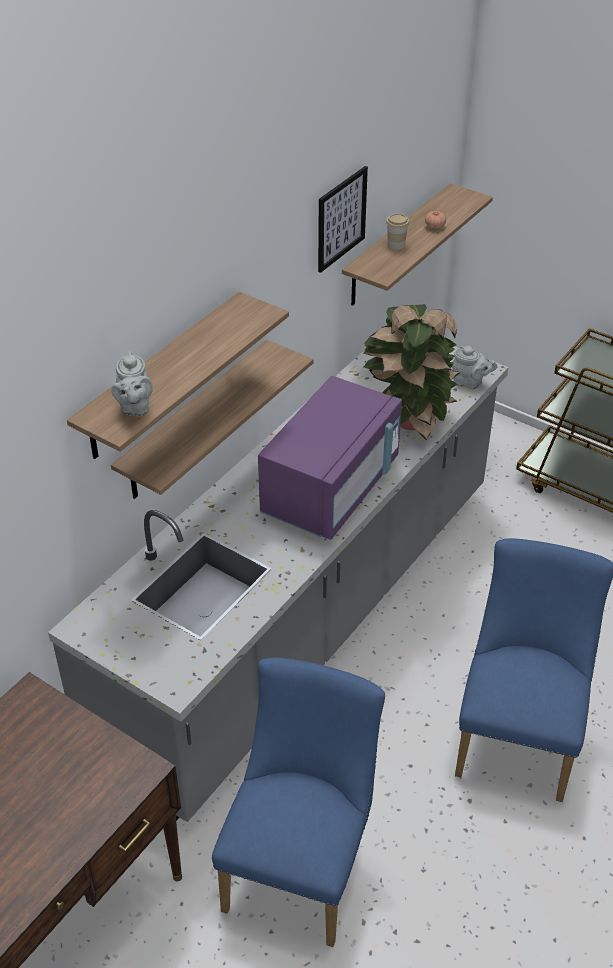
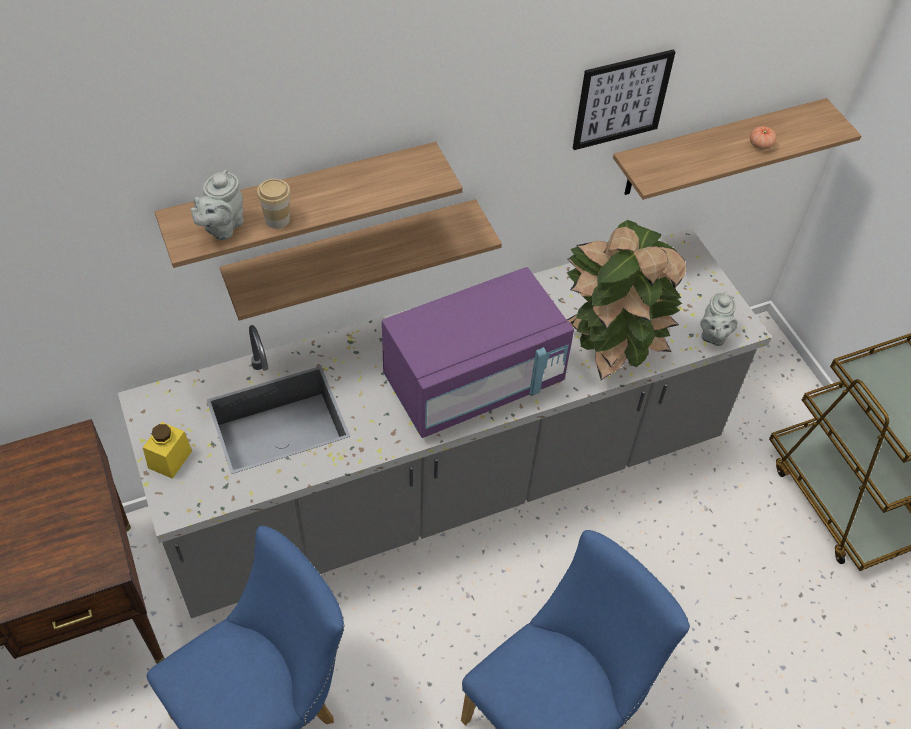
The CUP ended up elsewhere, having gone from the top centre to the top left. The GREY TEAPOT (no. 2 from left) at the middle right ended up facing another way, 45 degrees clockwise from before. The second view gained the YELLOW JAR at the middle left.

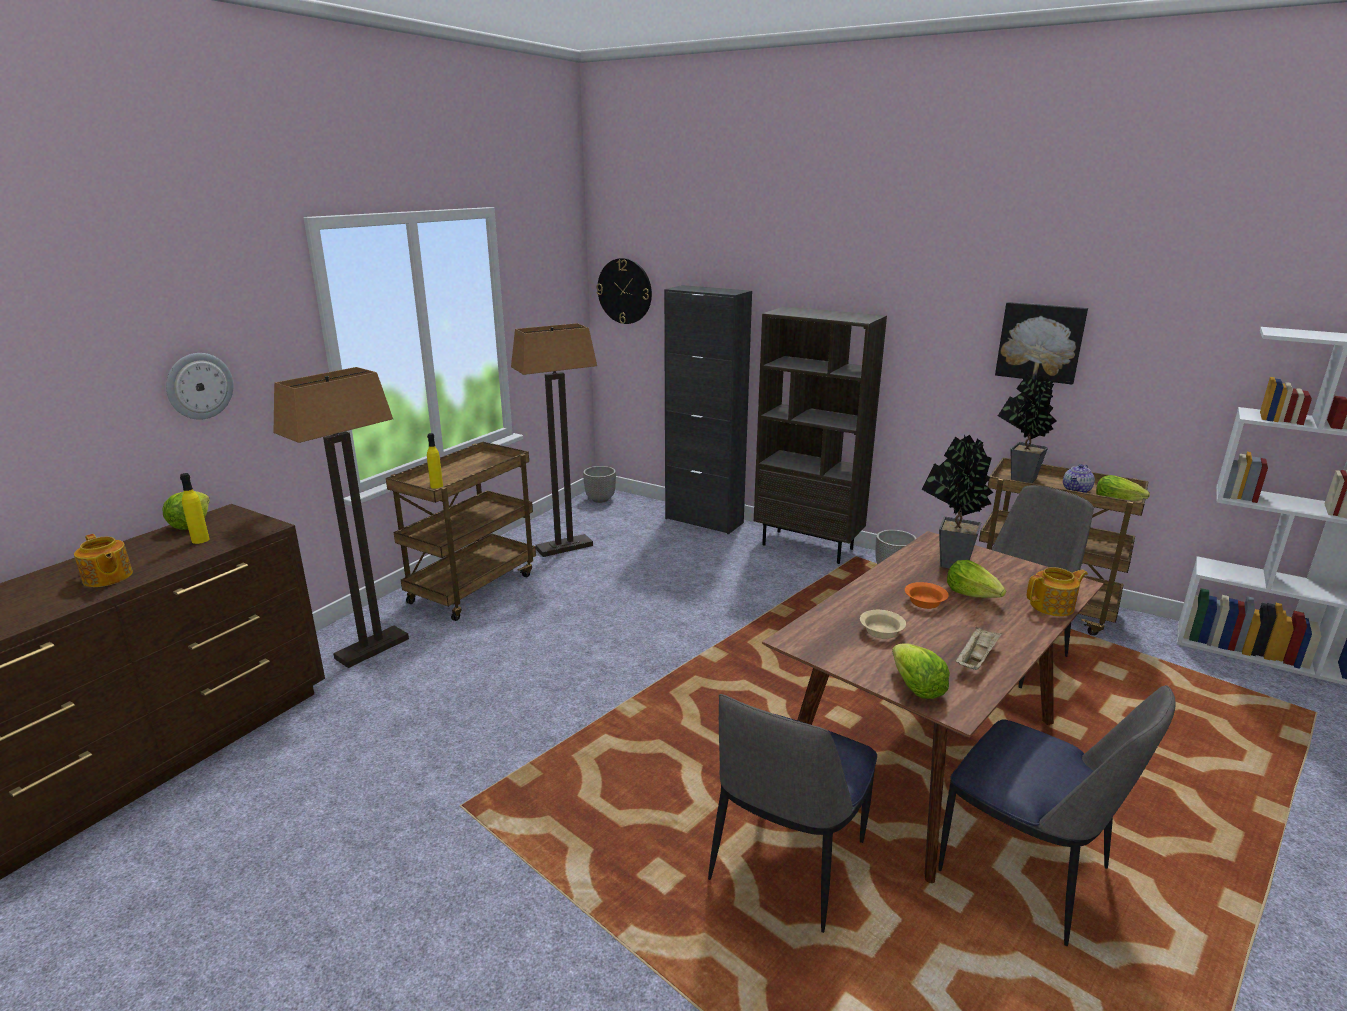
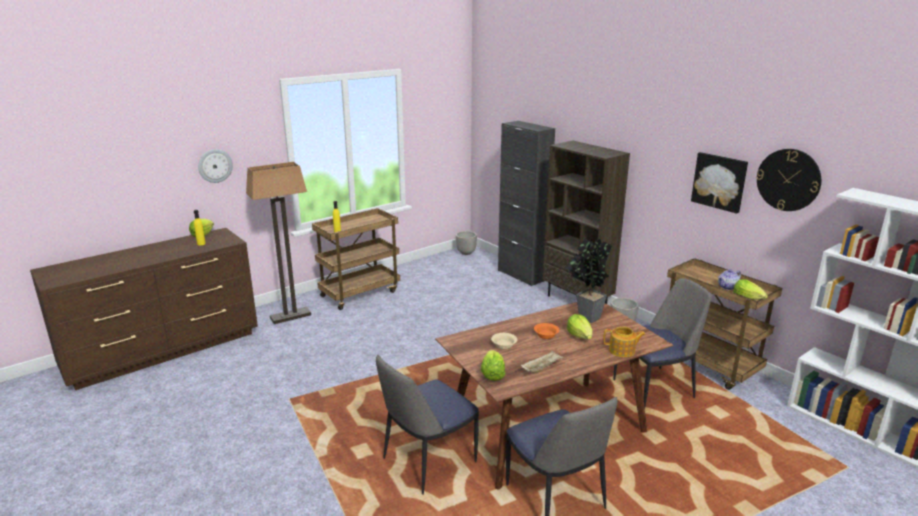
The second view lost the TEAPOT (no. 1 from left) at the middle left. The second view lost the FLOOR LAMP (no. 2 from left) at the centre. The WALL CLOCK (no. 2 from left) ended up elsewhere, having gone from the top centre to the middle right. The second view lost the POTTED PLANT (no. 2 from left) at the middle right.

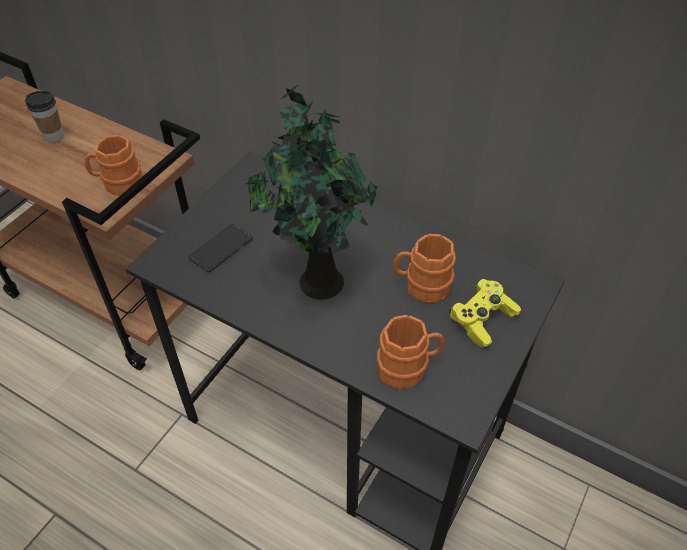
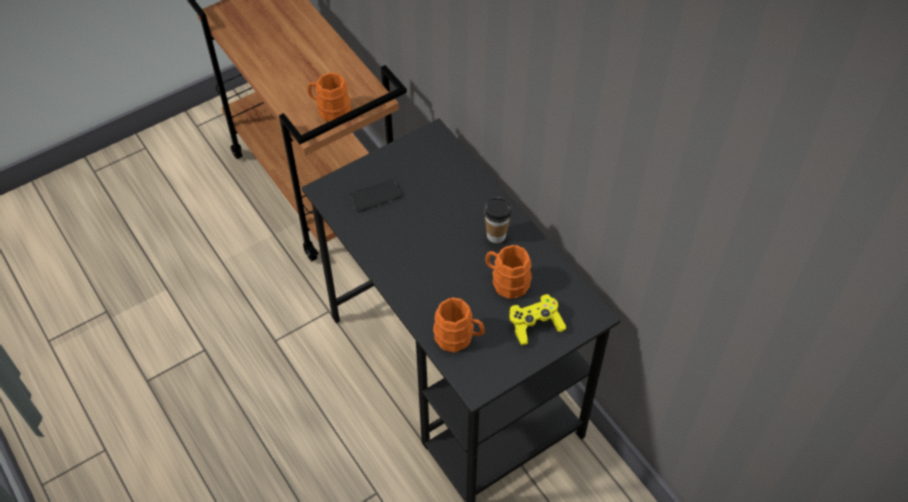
The CUP ended up elsewhere, having gone from the top left to the centre. The second view lost the POTTED PLANT at the centre.

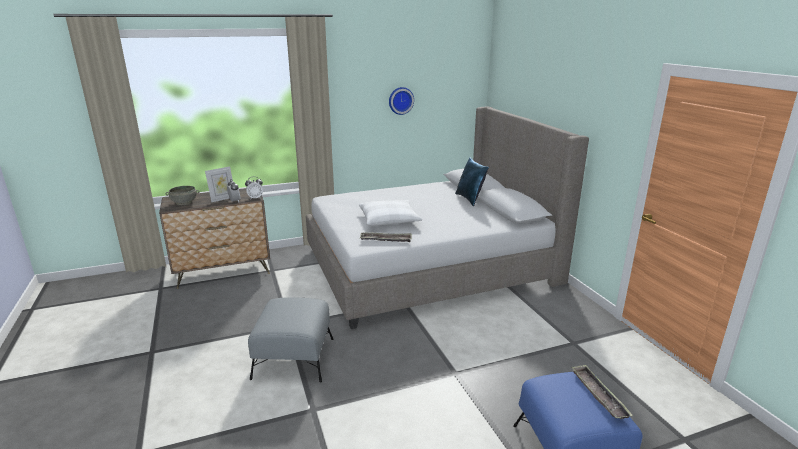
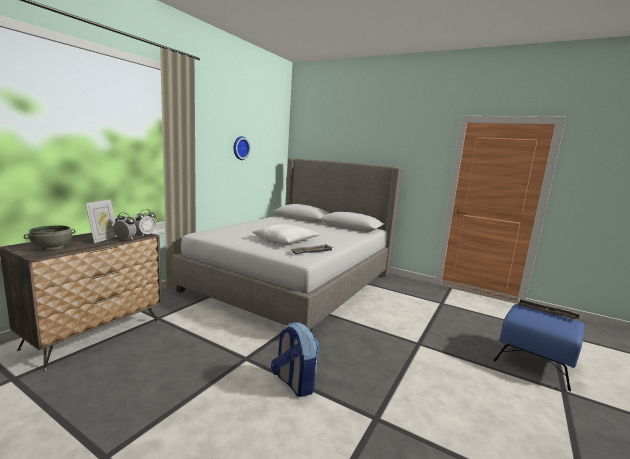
Where the GREY OTTOMAN stood at the bottom centre, the BACKPACK came to stand at the bottom centre. The second view lost the BLUE PILLOW at the centre.

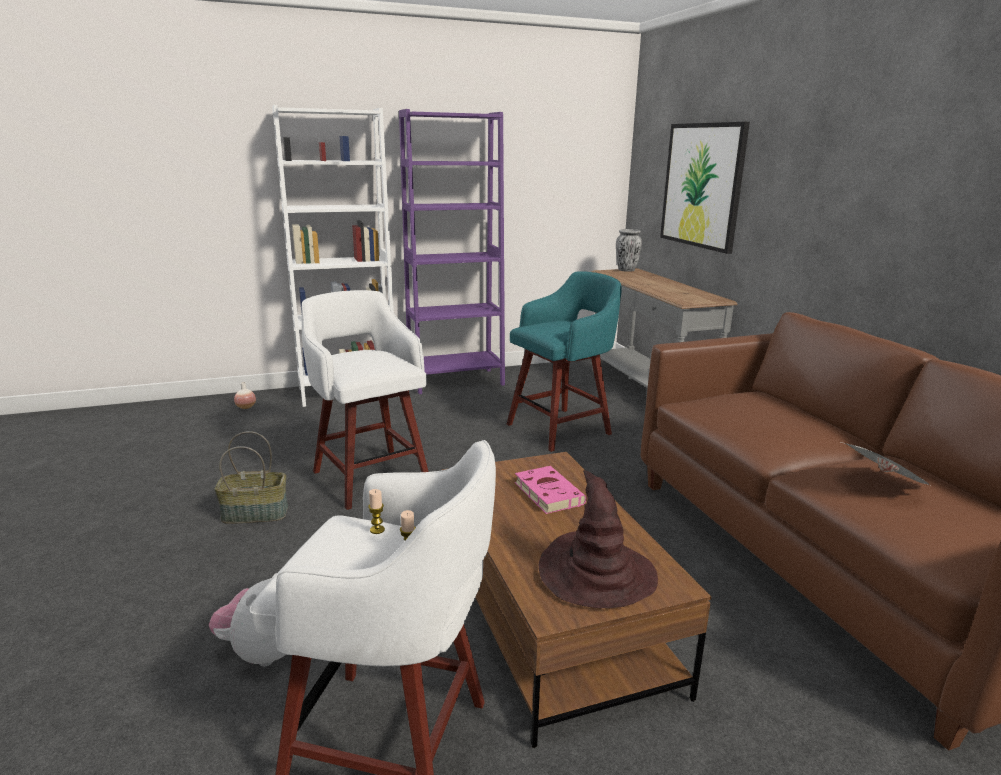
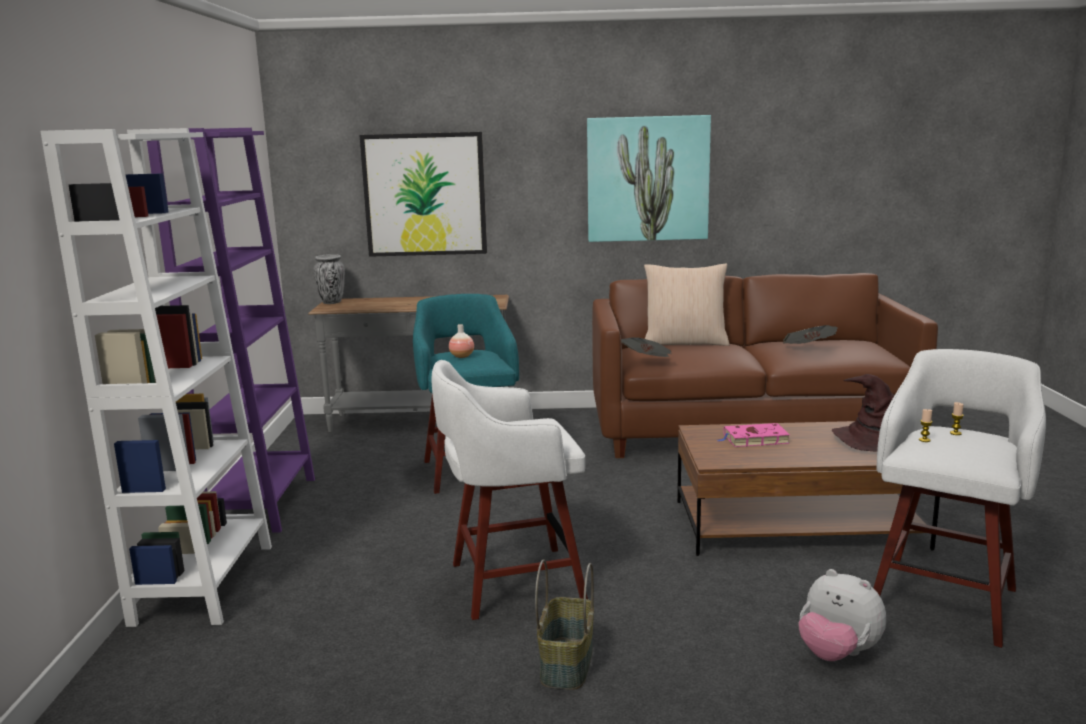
The VASE (no. 1 from left in the first image) ended up elsewhere, having gone from the middle left to the centre. The second view gained the PICTURE (no. 2 from left) at the top centre. The second view gained the NEWSPAPER (no. 1 from left) at the centre. The second view gained the BEIGE PILLOW at the centre.

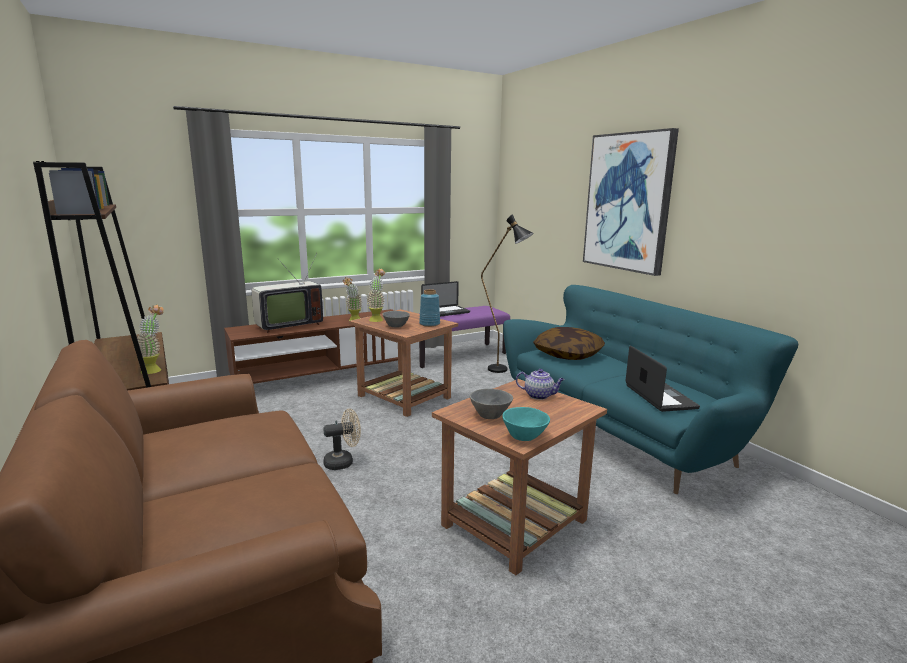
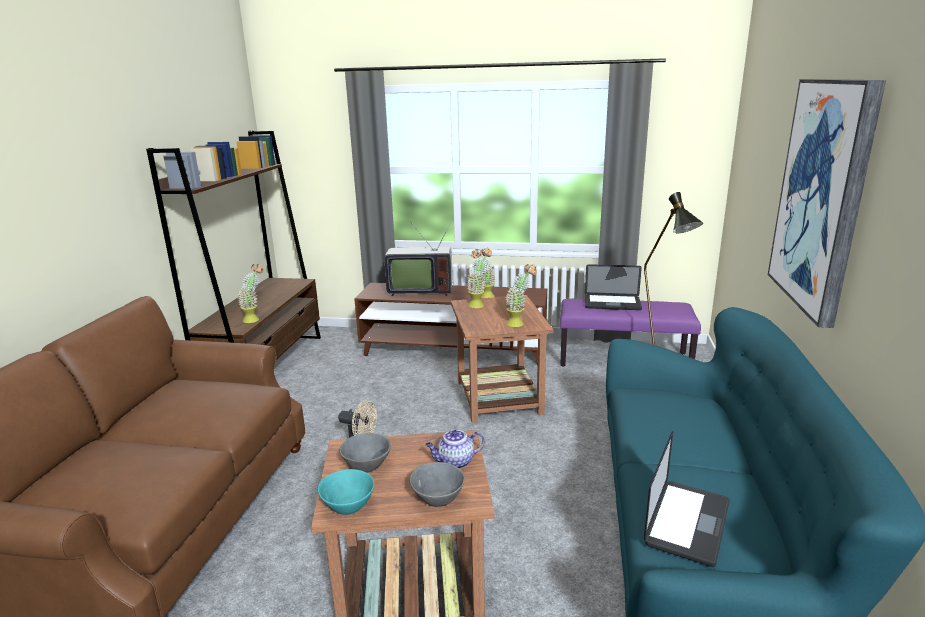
The GREY BOWL (no. 1 from left in the first image) ended up elsewhere, having gone from the centre to the bottom centre. Where the BLUE VASE stood at the centre, the POTTED PLANT (no. 4 from left) came to stand at the centre. The TEAPOT at the centre ended up facing another way, 105 degrees clockwise from before. The second view lost the PILLOW at the centre.

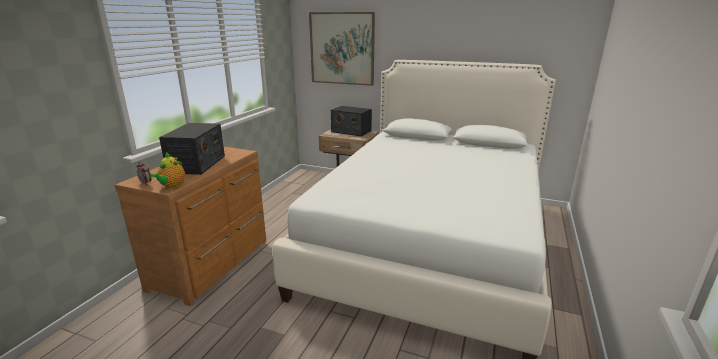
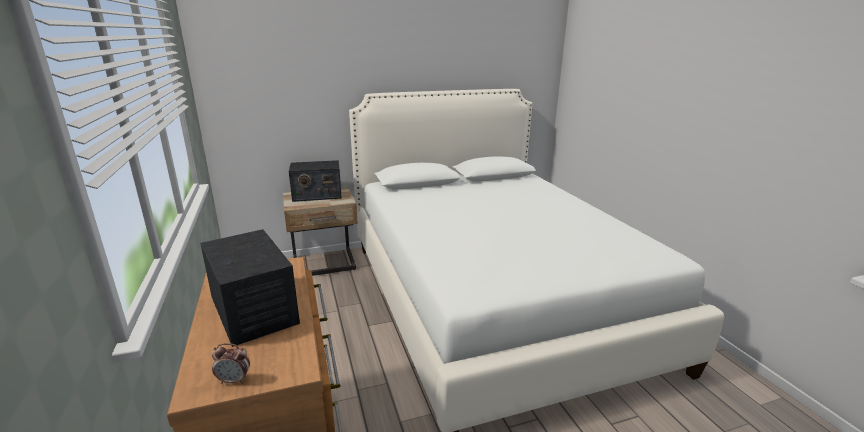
The second view lost the TEAPOT at the middle left. The second view lost the PICTURE at the top centre.

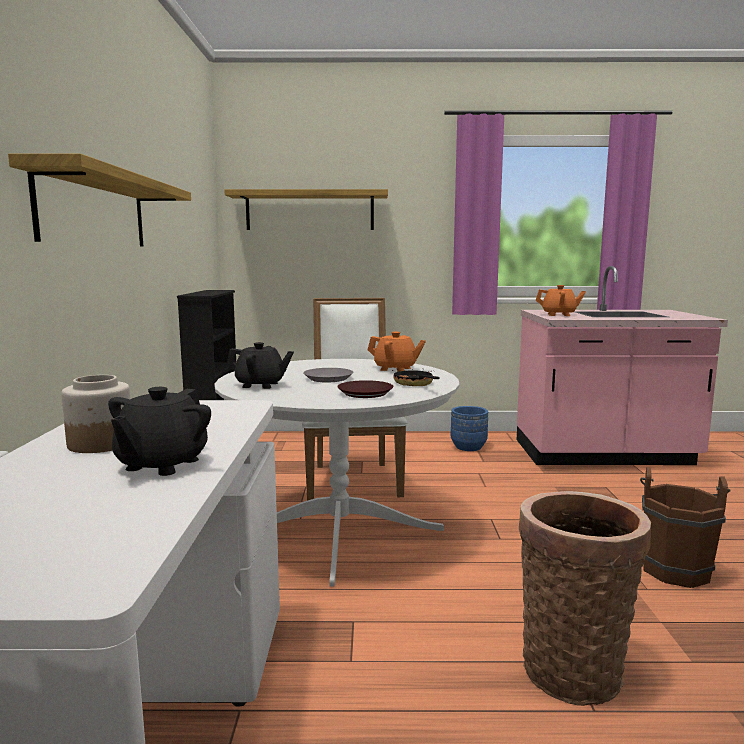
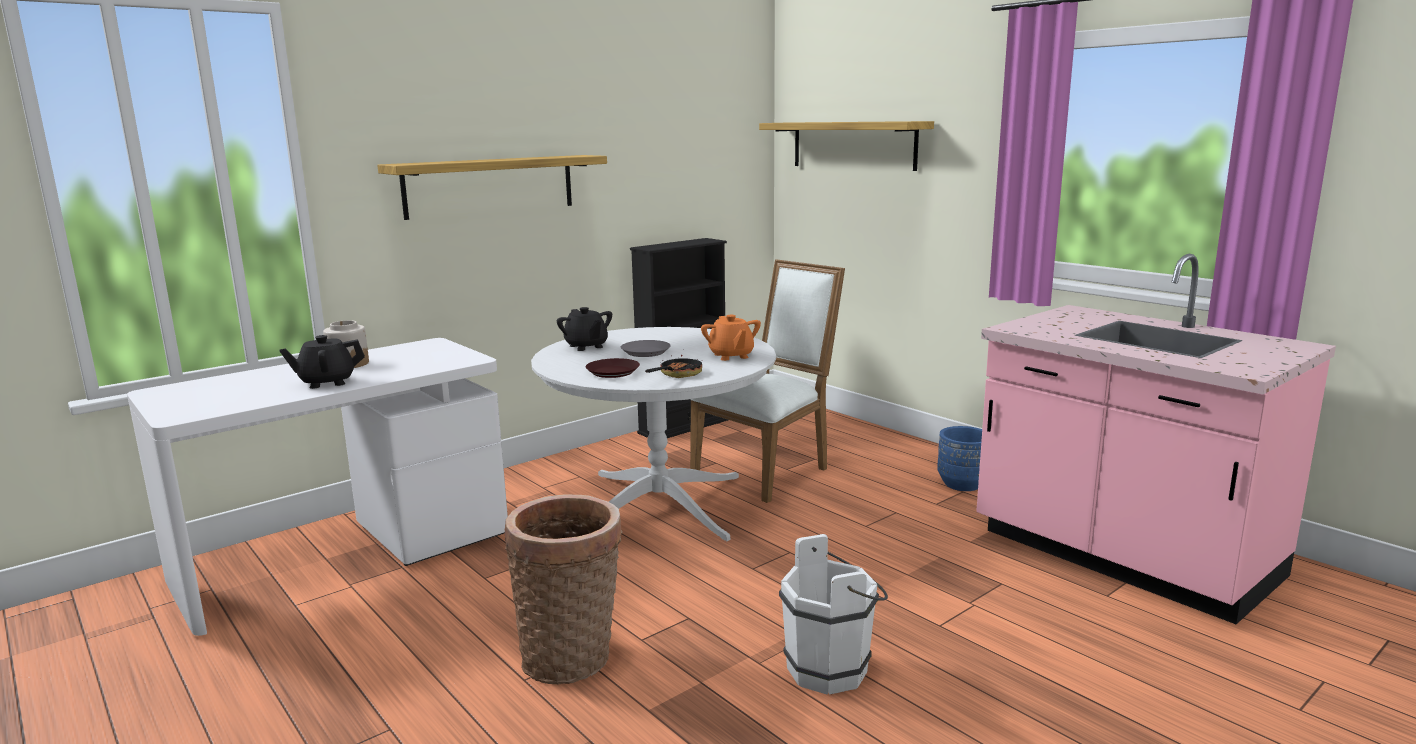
The second view lost the ORANGE TEAPOT (no. 2 from left) at the middle right. What was the BROWN BUCKET at the bottom right turned into the WHITE BUCKET at the bottom centre.

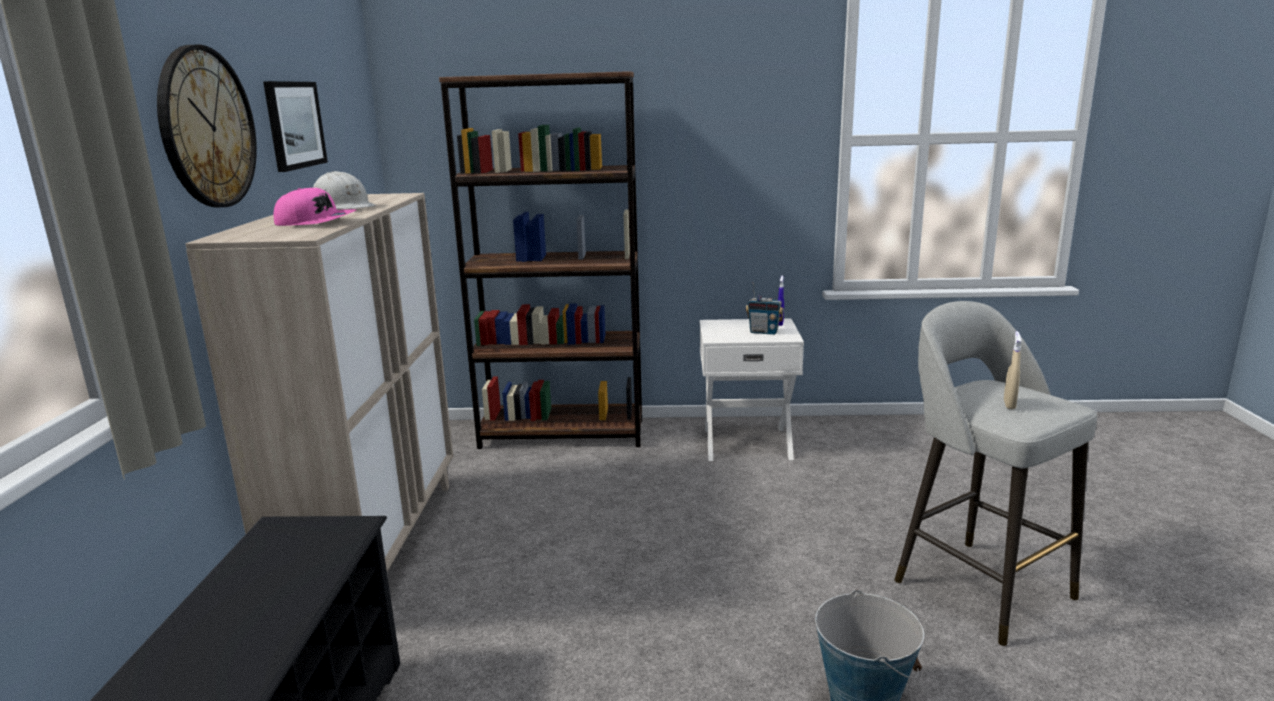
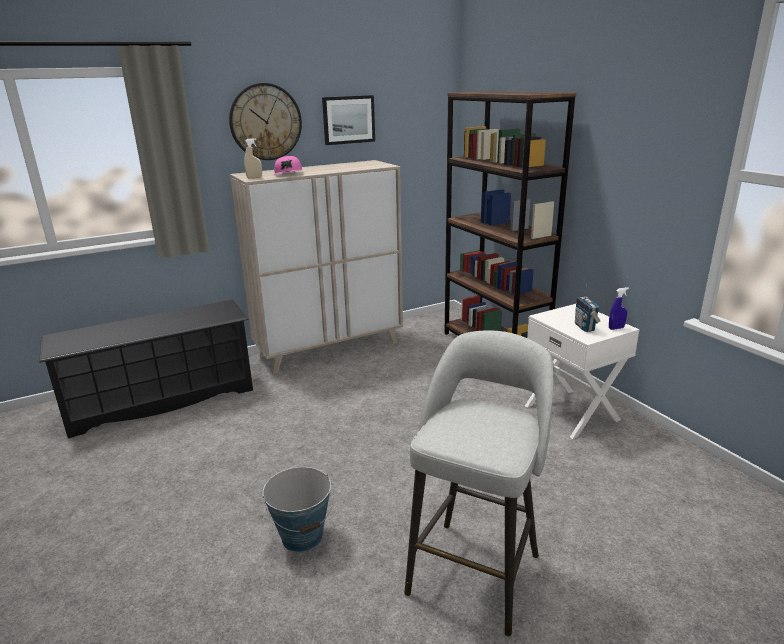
The second view lost the WHITE HARD HAT at the top left. The BEIGE SPRAY BOTTLE ended up elsewhere, having gone from the middle right to the top left.

